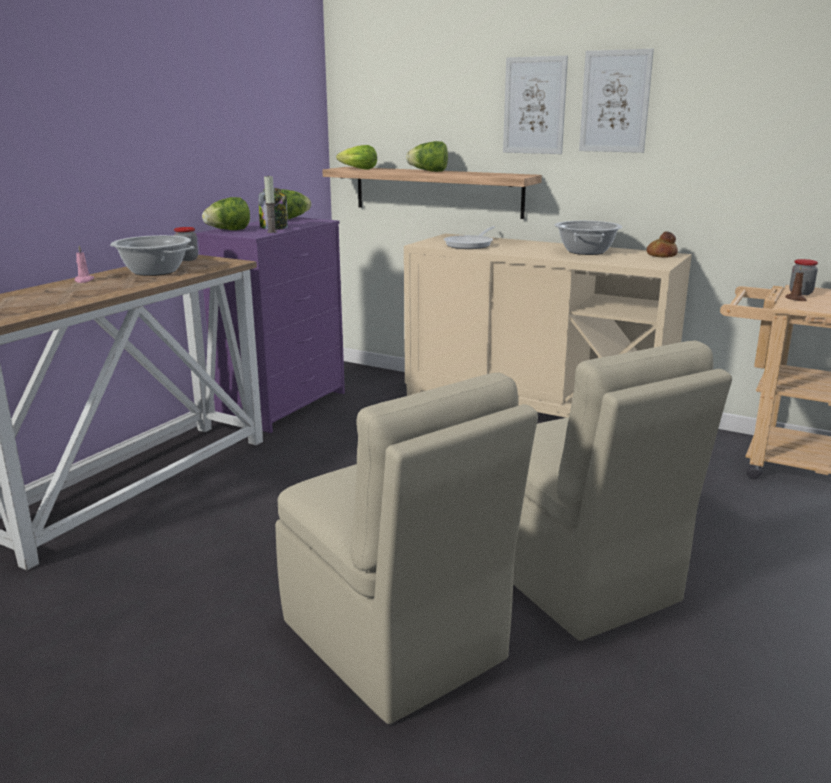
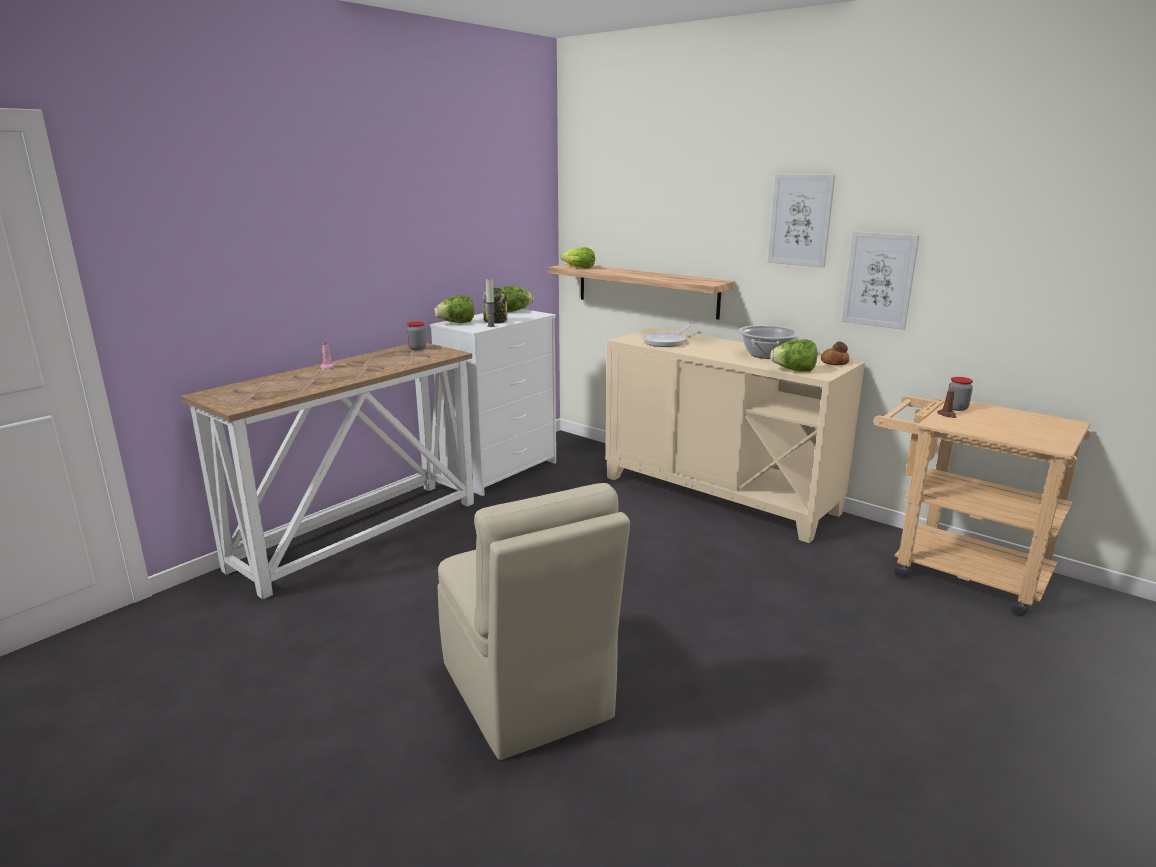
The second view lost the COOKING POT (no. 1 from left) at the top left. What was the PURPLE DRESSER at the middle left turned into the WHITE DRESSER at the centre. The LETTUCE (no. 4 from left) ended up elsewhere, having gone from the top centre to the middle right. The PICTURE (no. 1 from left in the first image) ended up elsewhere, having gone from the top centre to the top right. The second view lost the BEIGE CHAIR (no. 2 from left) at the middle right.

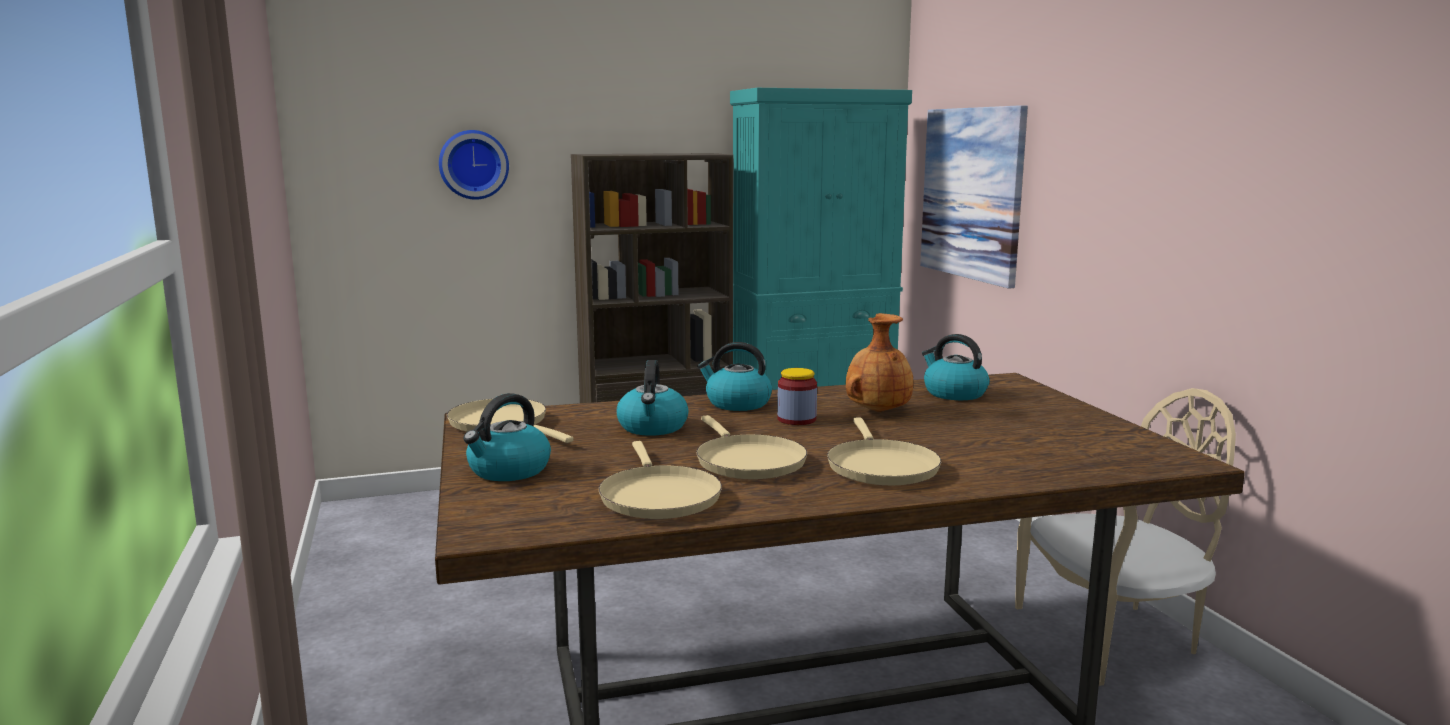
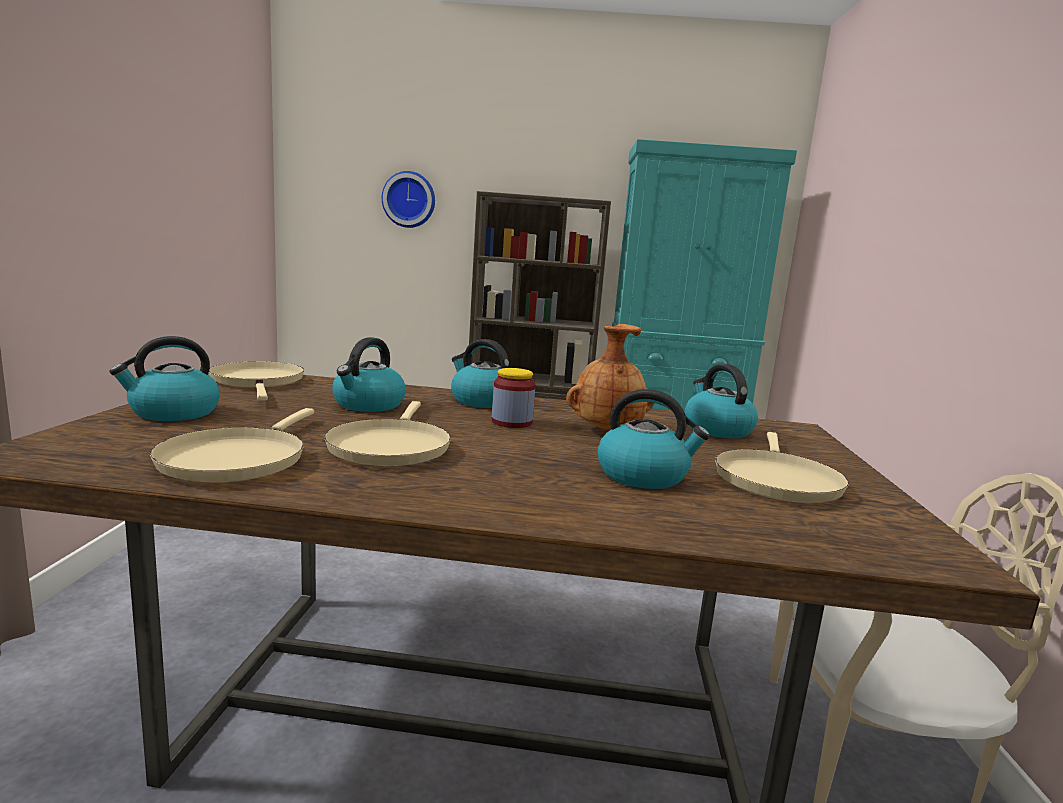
The BEIGE FRYING PAN (no. 4 from left) ended up elsewhere, having gone from the centre to the middle right. The second view lost the PICTURE at the top right. The second view gained the KETTLE (no. 4 from left) at the centre.

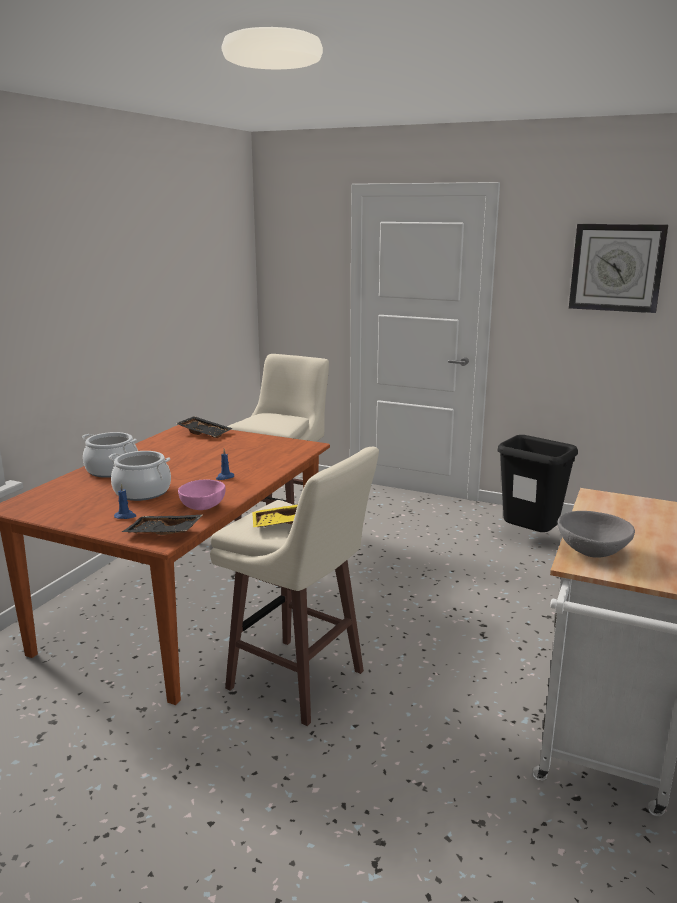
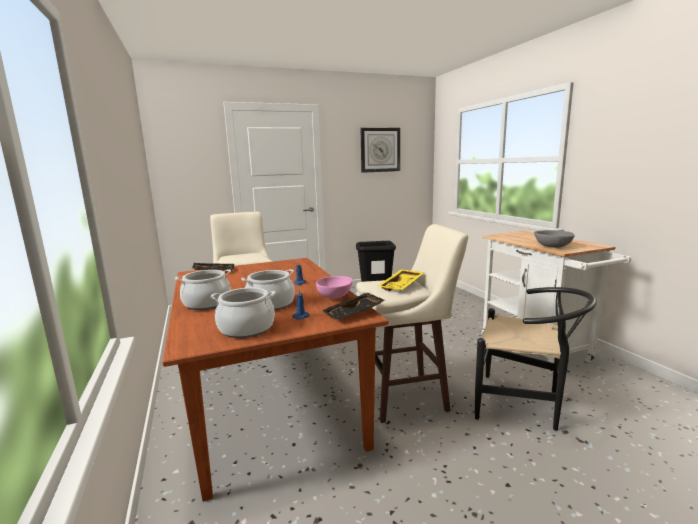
The second view gained the COOKING POT (no. 2 from left) at the centre. The second view gained the BLACK CHAIR at the bottom right.

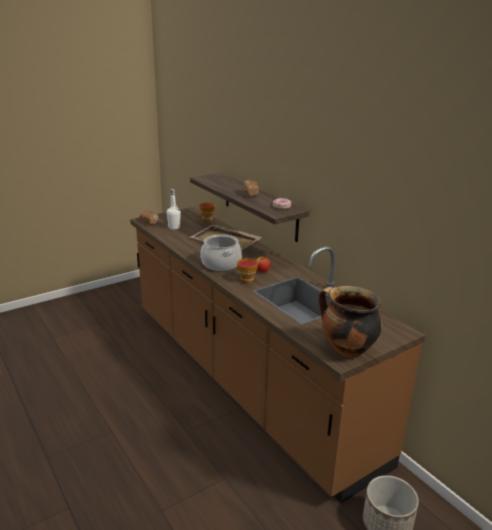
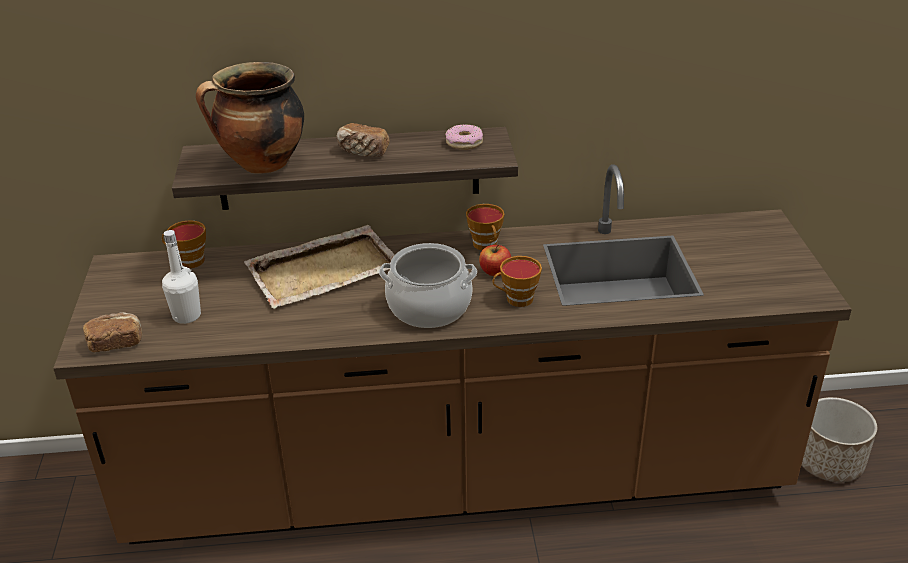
The COOKING POT (no. 2 from left in the first image) ended up elsewhere, having gone from the middle right to the top left. The second view gained the CUP (no. 2 from left) at the centre.

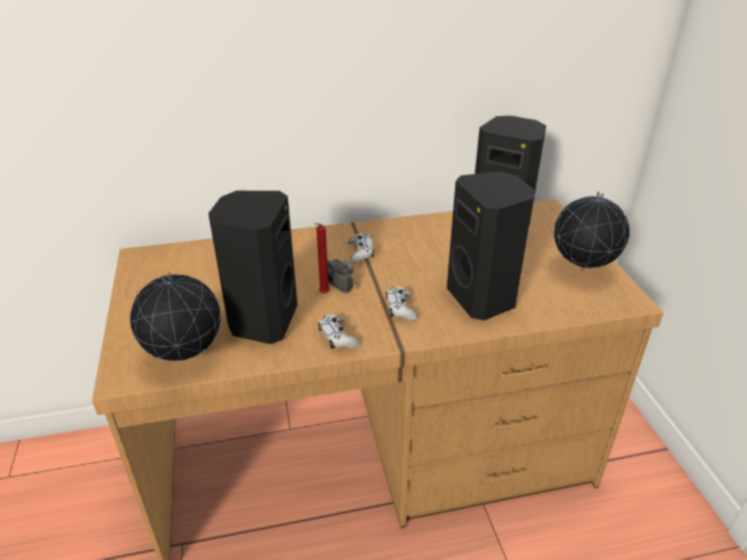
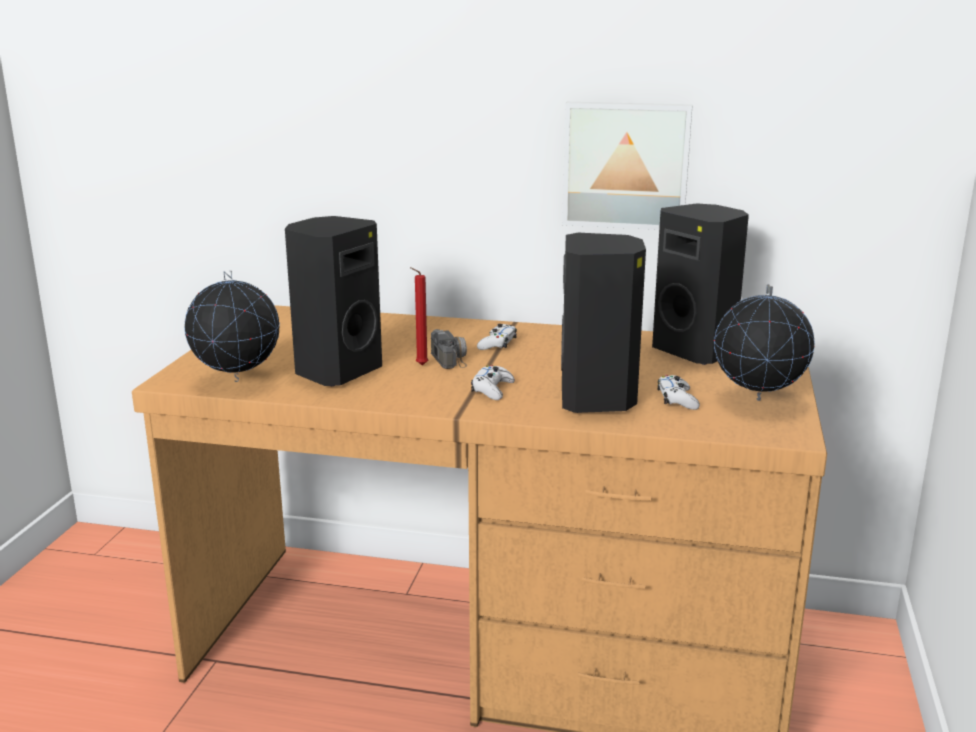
The WHITE GAME CONTROLLER (no. 1 from left in the first image) ended up elsewhere, having gone from the centre to the middle right. The second view gained the PICTURE at the top centre.

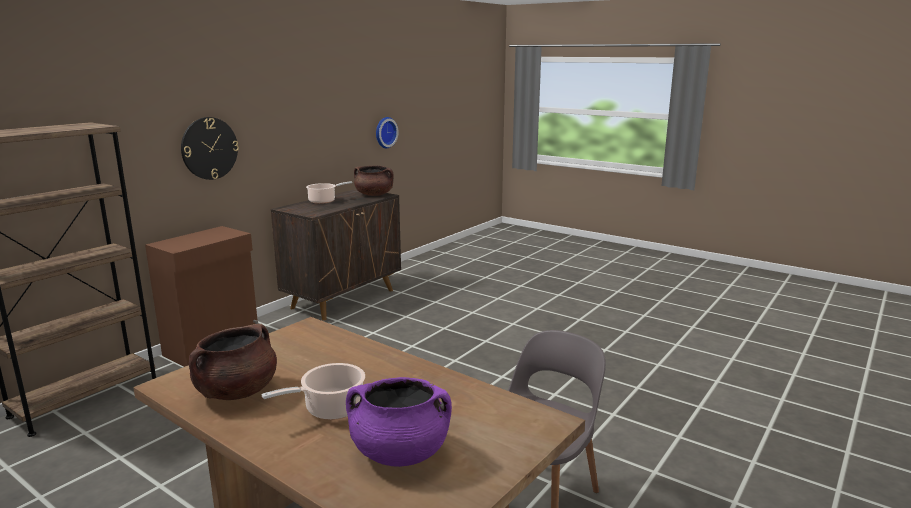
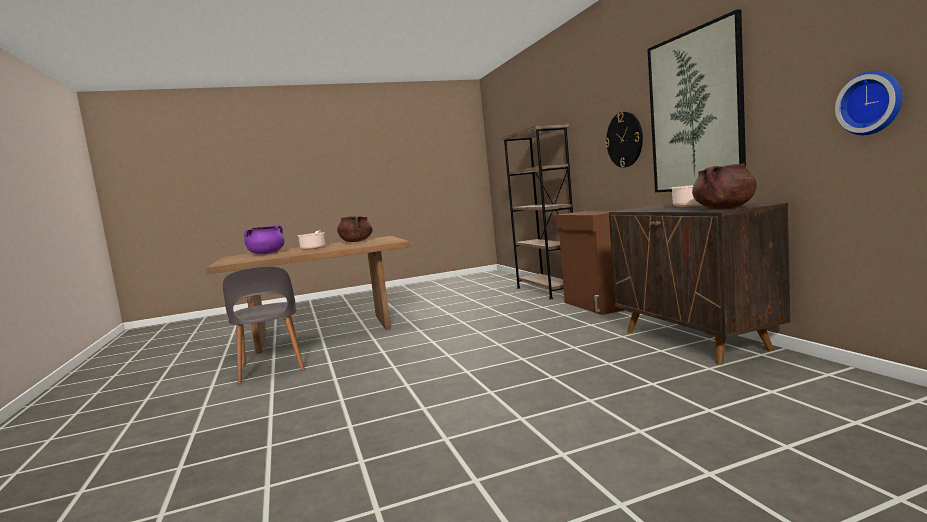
The second view gained the PICTURE at the top right.

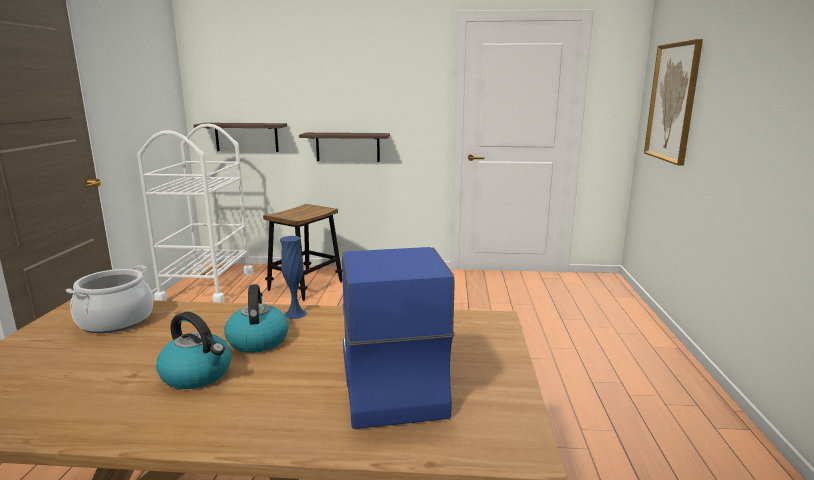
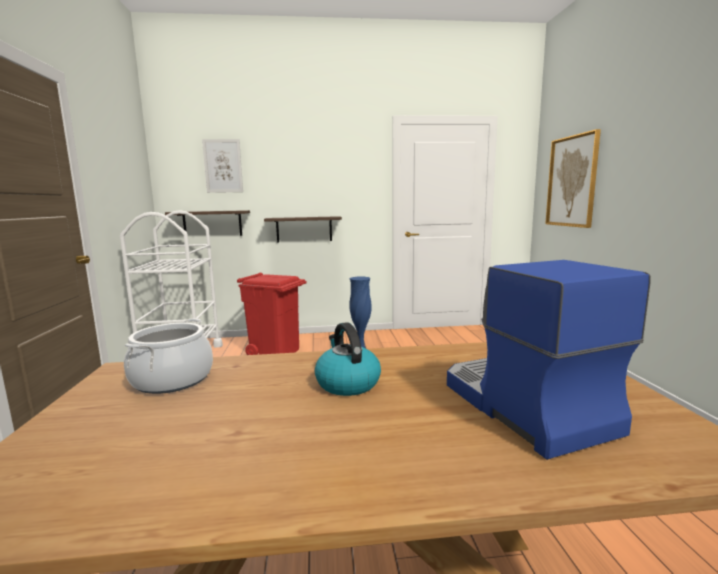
The second view lost the KETTLE (no. 1 from left) at the bottom left. Where the STOOL stood at the centre, the RED TRASH CAN came to stand at the centre. The second view gained the PICTURE (no. 1 from left) at the top left.

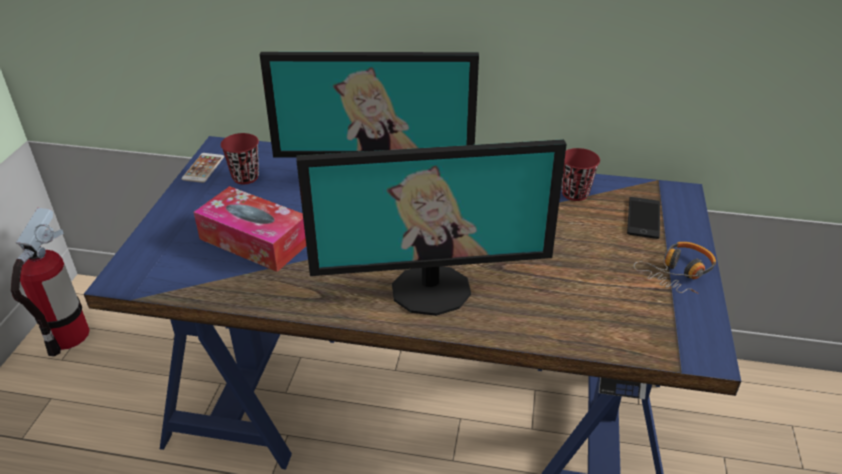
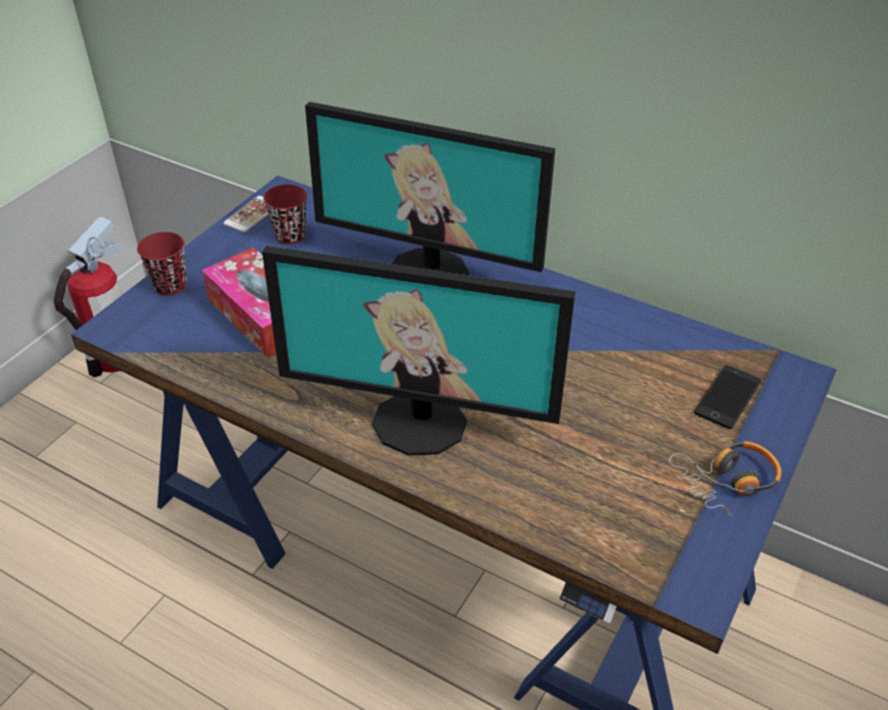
The RED CUP (no. 2 from left in the first image) ended up elsewhere, having gone from the middle right to the middle left.

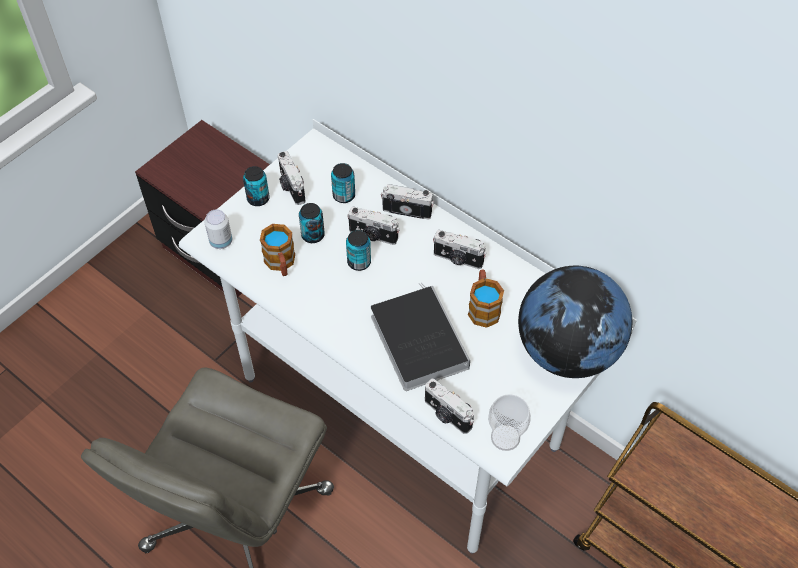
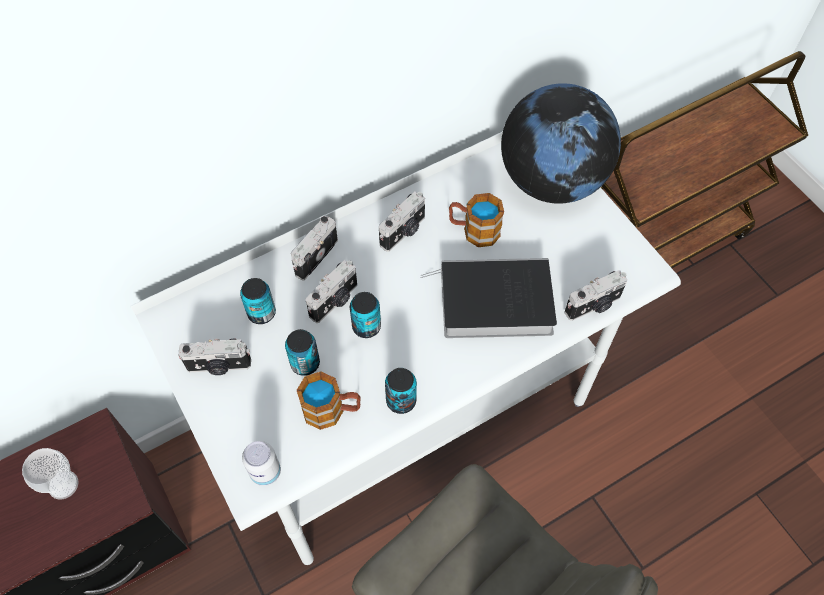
The CAN (no. 2 from left in the first image) ended up elsewhere, having gone from the top left to the centre. The CUP ended up elsewhere, having gone from the bottom centre to the bottom left.

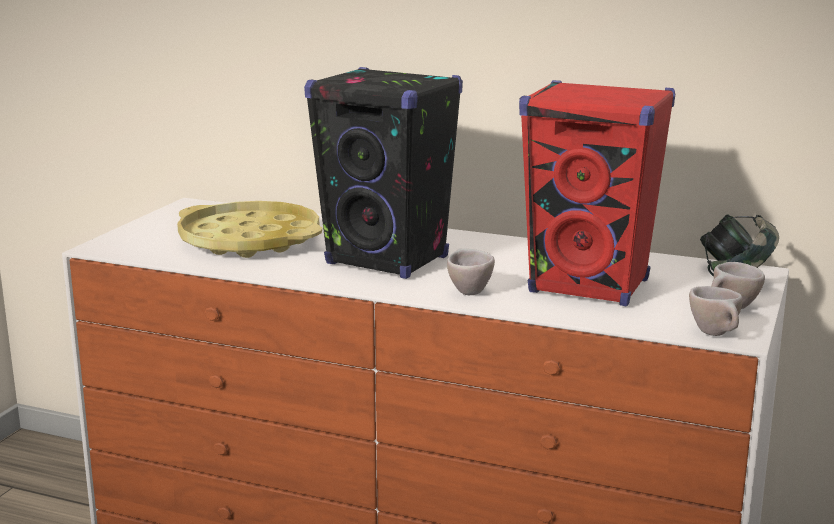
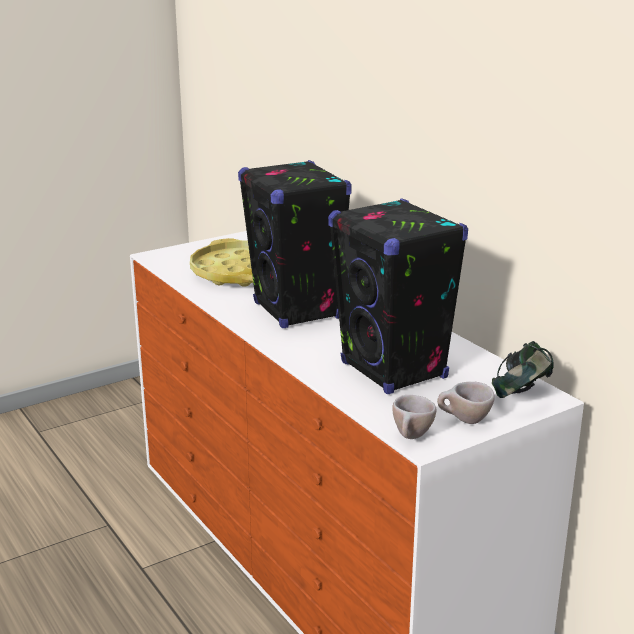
The second view lost the BEIGE CUP (no. 1 from left) at the centre. What was the RED SPEAKER at the middle right turned into the BLACK SPEAKER (no. 2 from left) at the centre.

